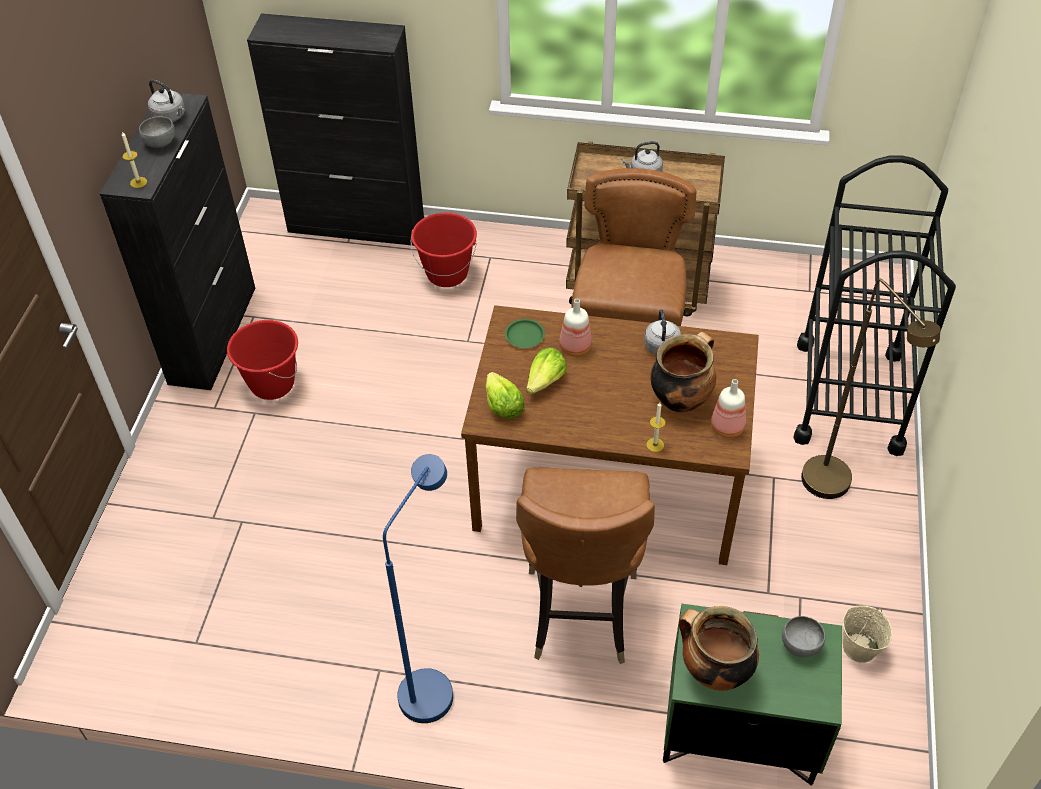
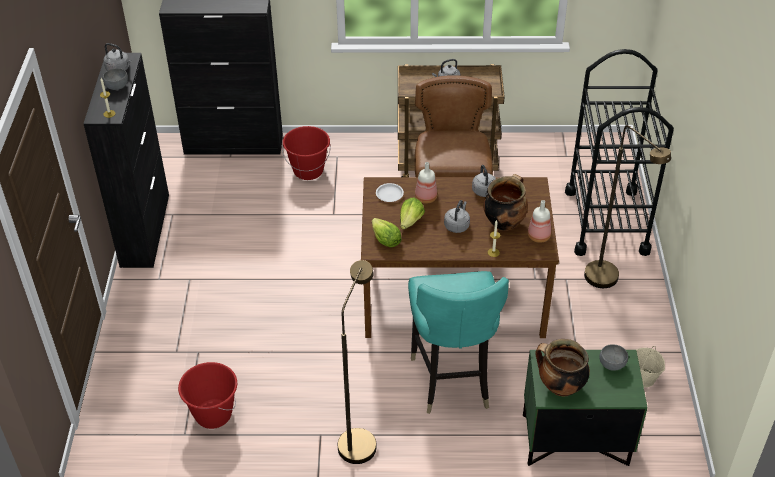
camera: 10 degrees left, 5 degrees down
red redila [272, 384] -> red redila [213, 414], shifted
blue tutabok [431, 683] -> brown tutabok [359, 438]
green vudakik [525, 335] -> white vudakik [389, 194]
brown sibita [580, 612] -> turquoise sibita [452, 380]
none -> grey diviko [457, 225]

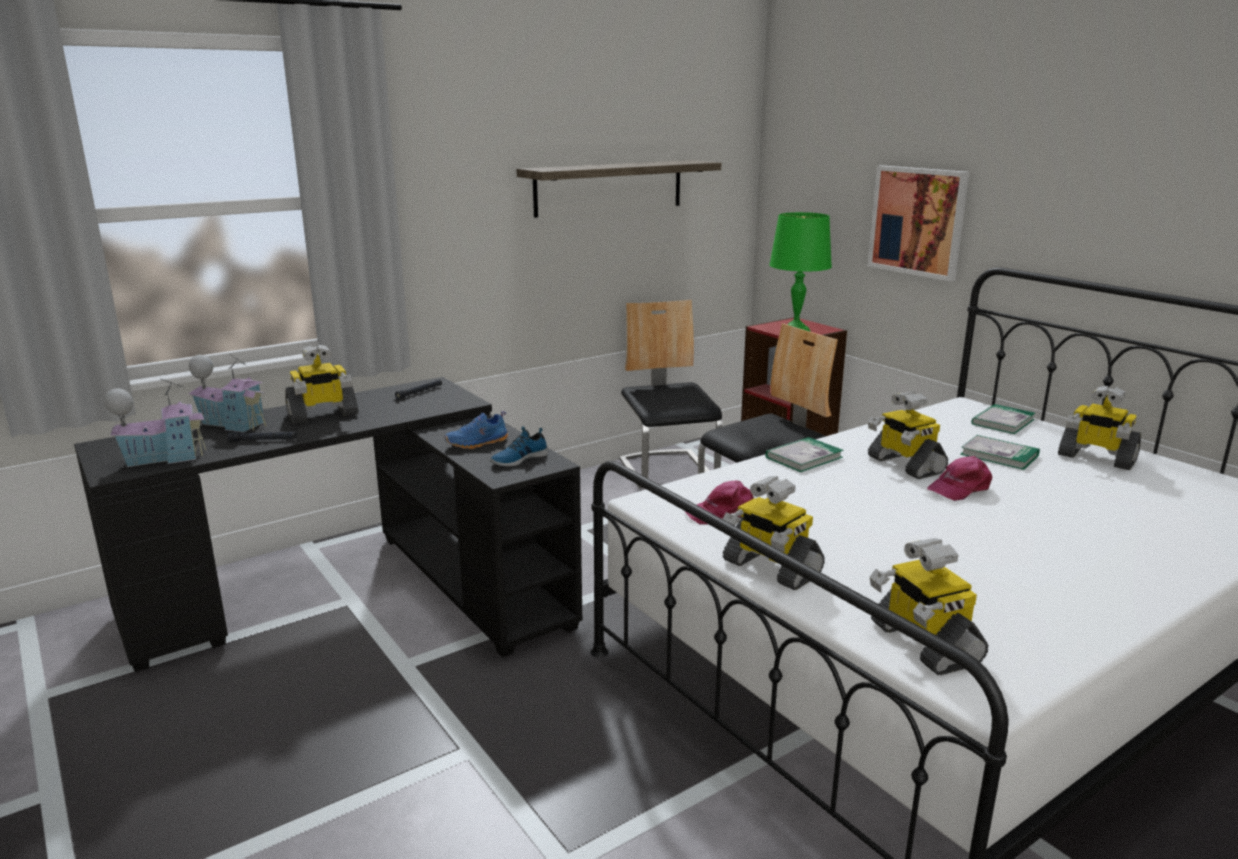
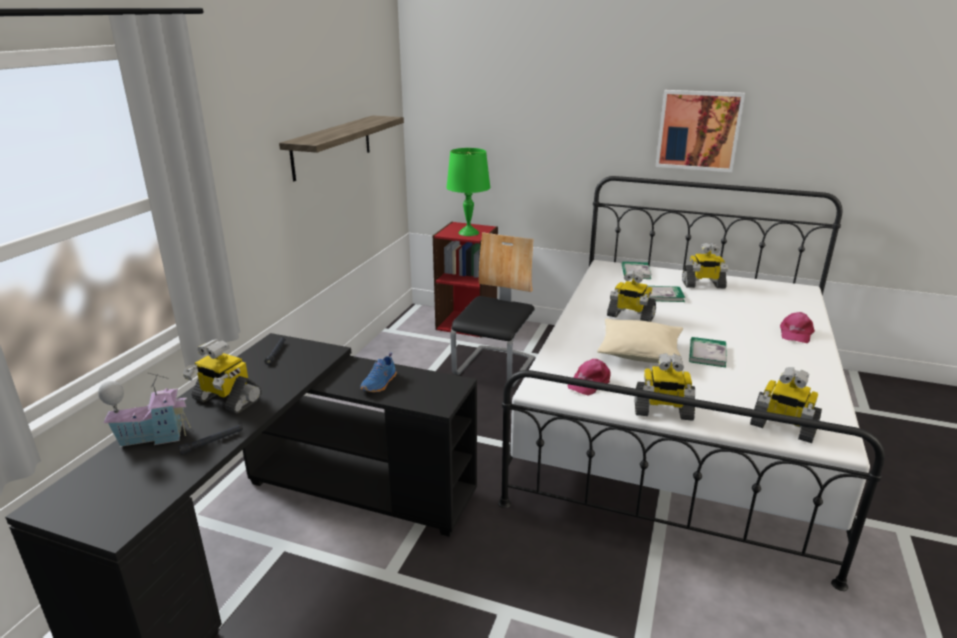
camera: 35 degrees left, 5 degrees up
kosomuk [322, 415] -> kosomuk [226, 400], 90 degrees clockwise
none -> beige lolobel [639, 352]
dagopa [917, 221] -> dagopa [698, 130], shifted
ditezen [804, 457] -> ditezen [707, 354], shifted
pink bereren [960, 488] -> pink bereren [795, 333], shifted
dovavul [164, 458] -> none
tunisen [519, 459] -> none
sibita [668, 470] -> none

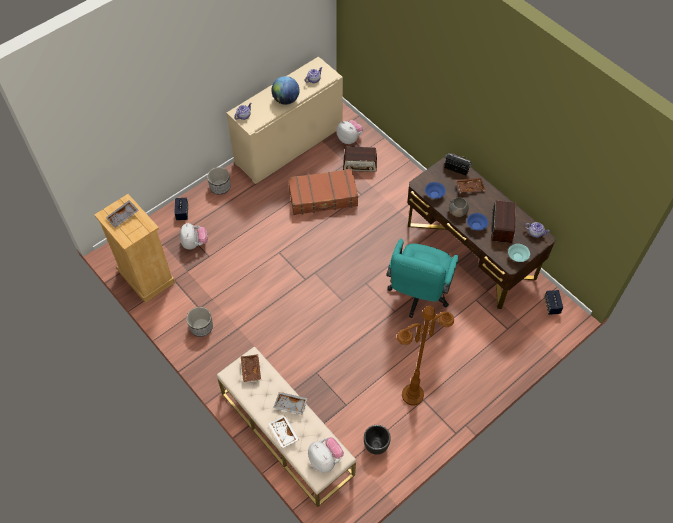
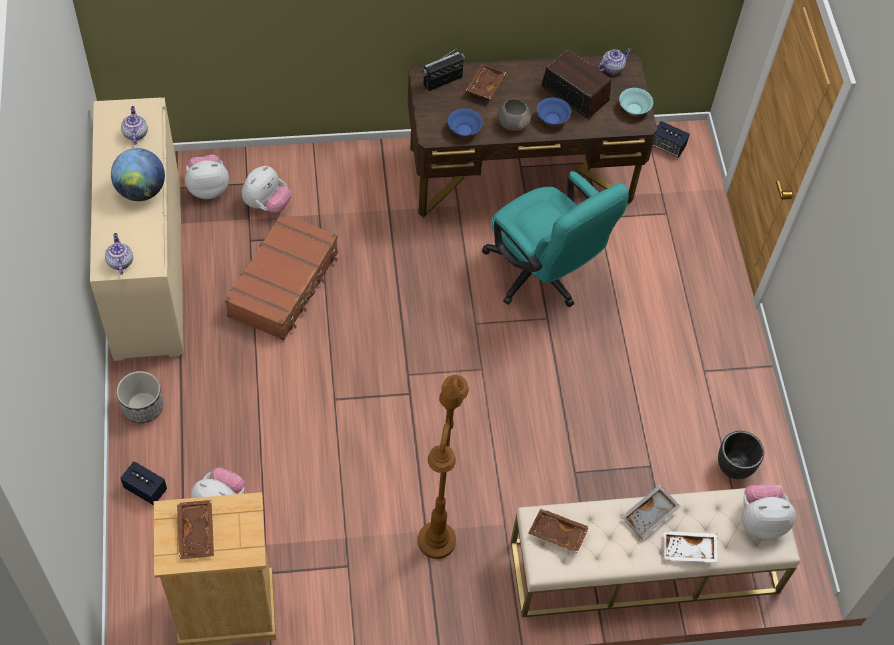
camera: 60 degrees left, 0 degrees up
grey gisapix [123, 217] -> brown gisapix [197, 532]
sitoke [360, 164] -> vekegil [267, 204]
brown tutabok [412, 395] -> brown tutabok [436, 541], shifted
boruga [201, 327] -> none

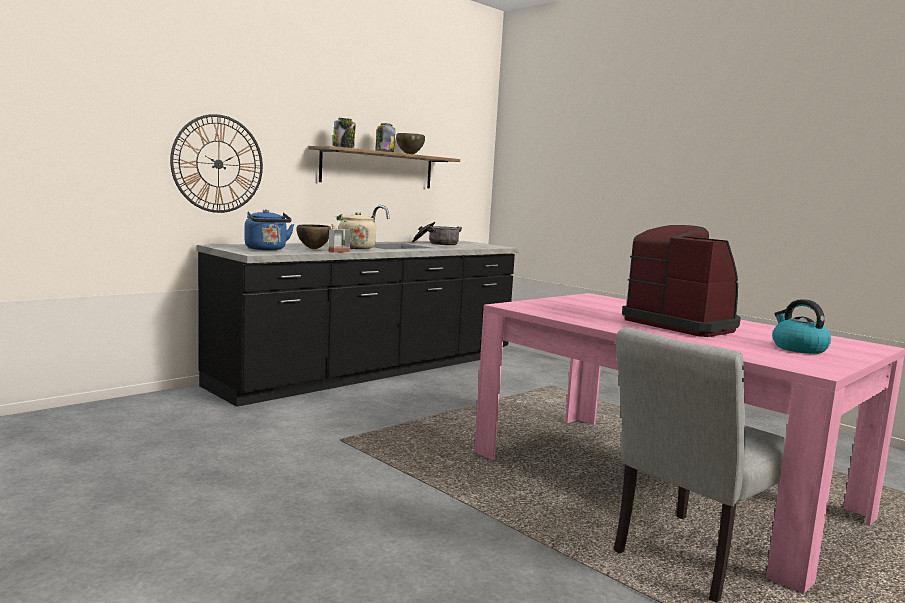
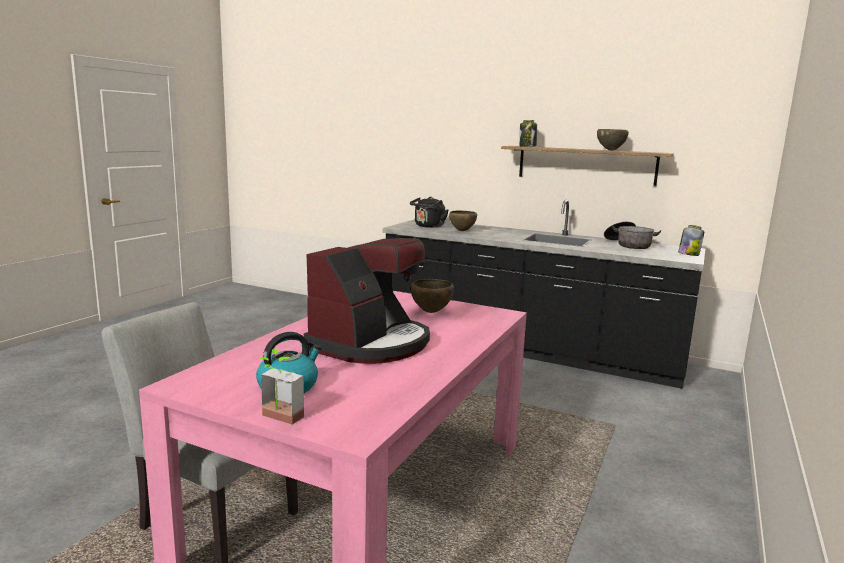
camera: 70 degrees right, 5 degrees up
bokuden [341, 252] -> bokuden [277, 419], shifted
blue diviko [267, 249] -> black diviko [428, 226]
none -> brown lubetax [431, 312]
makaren [384, 151] -> makaren [688, 254], shifted
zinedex [218, 164] -> none
beige diviko [355, 248] -> none

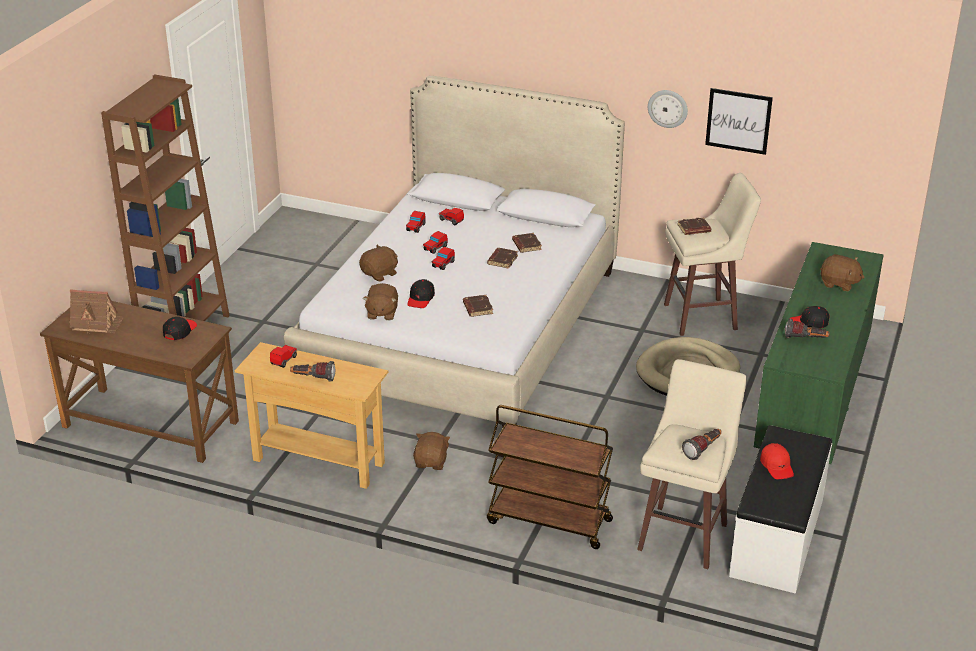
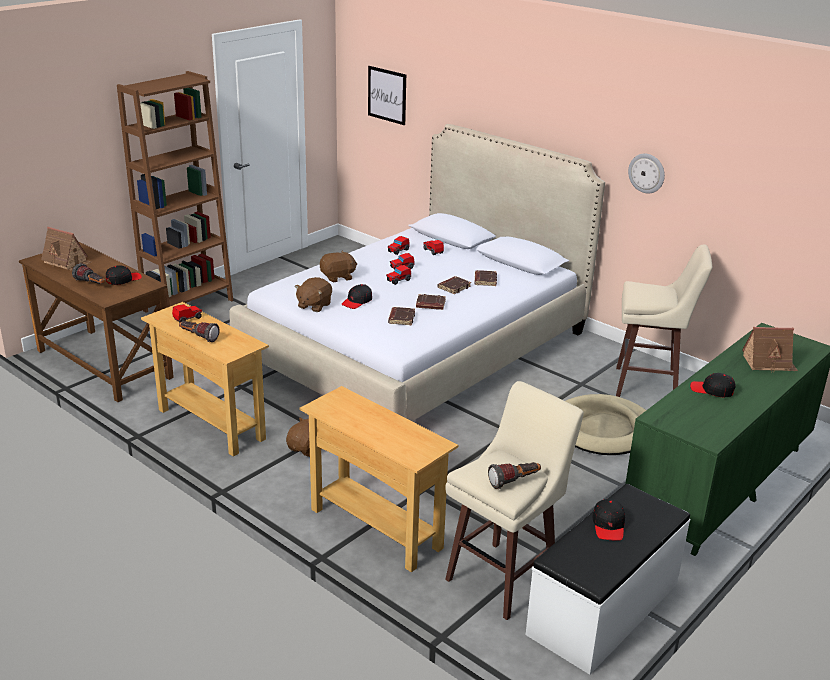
camera: 20 degrees right, 5 degrees down
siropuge [805, 339] -> siropuge [91, 284], shifted
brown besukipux [548, 521] -> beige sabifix [375, 528]
dagopa [738, 121] -> dagopa [387, 95], shifted
brown ditezen [693, 229] -> brown ditezen [430, 305], shifted
red bereren [777, 466] -> black bereren [608, 525]
brown vekegil [839, 284] -> dovavul [768, 363]

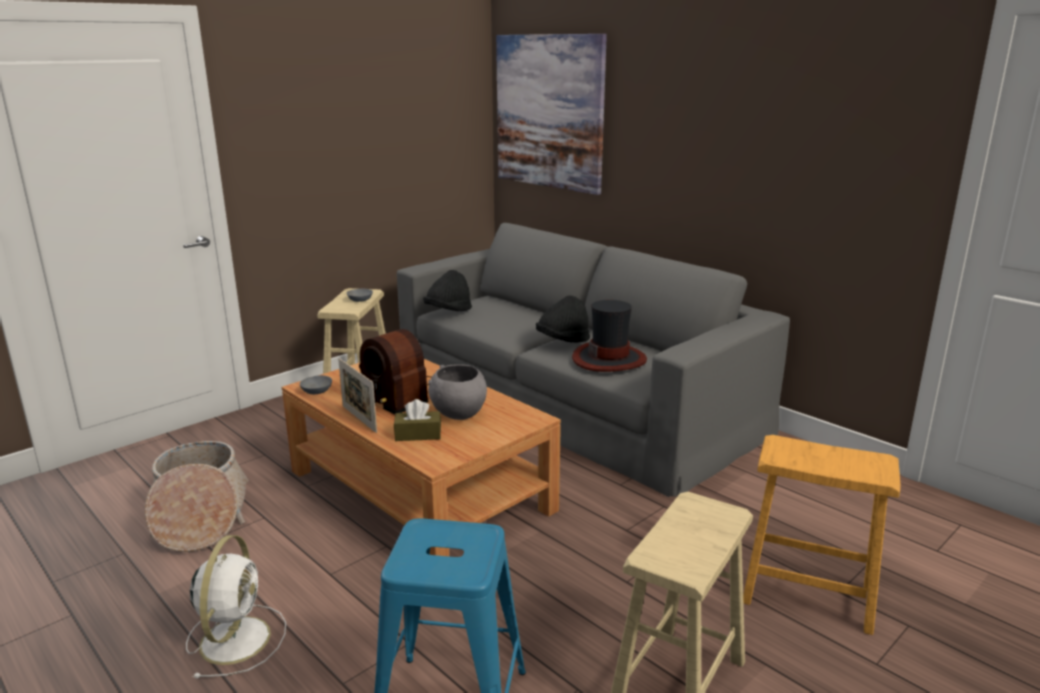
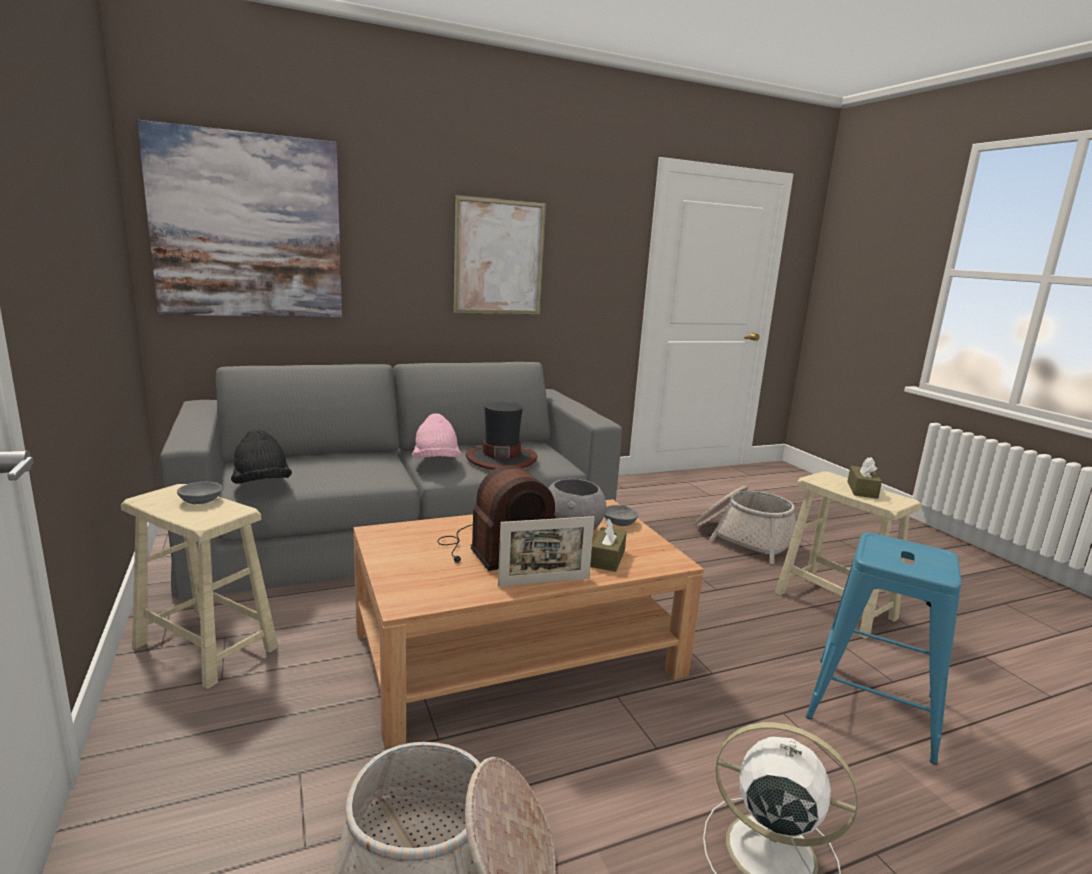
camera: 70 degrees left, 5 degrees down
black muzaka [562, 341] -> pink muzaka [436, 462]
none -> dagopa [499, 257]
grey lubetax [316, 390] -> grey lubetax [618, 522], shifted
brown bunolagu [808, 593] -> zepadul [744, 538]
none -> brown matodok [862, 490]

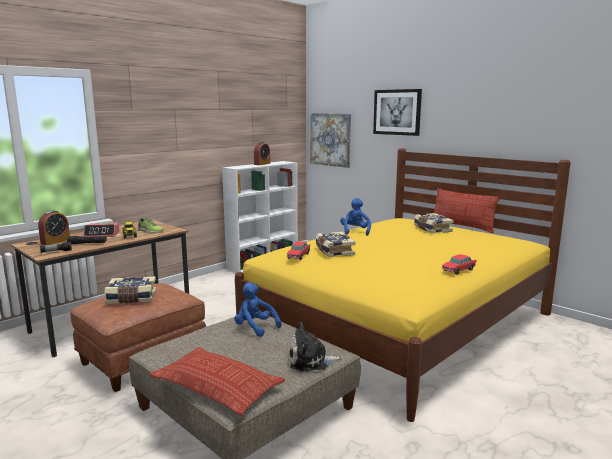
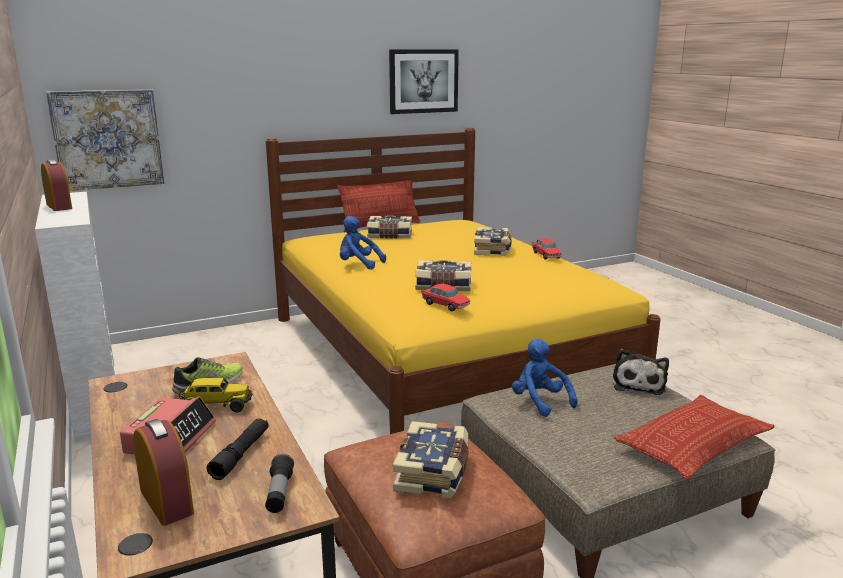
camera: 70 degrees left, 5 degrees up
dagopa [397, 112] -> dagopa [423, 81], shifted
none -> ditezen [493, 250]
blue vekegil [255, 327] -> blue vekegil [540, 401], 90 degrees clockwise

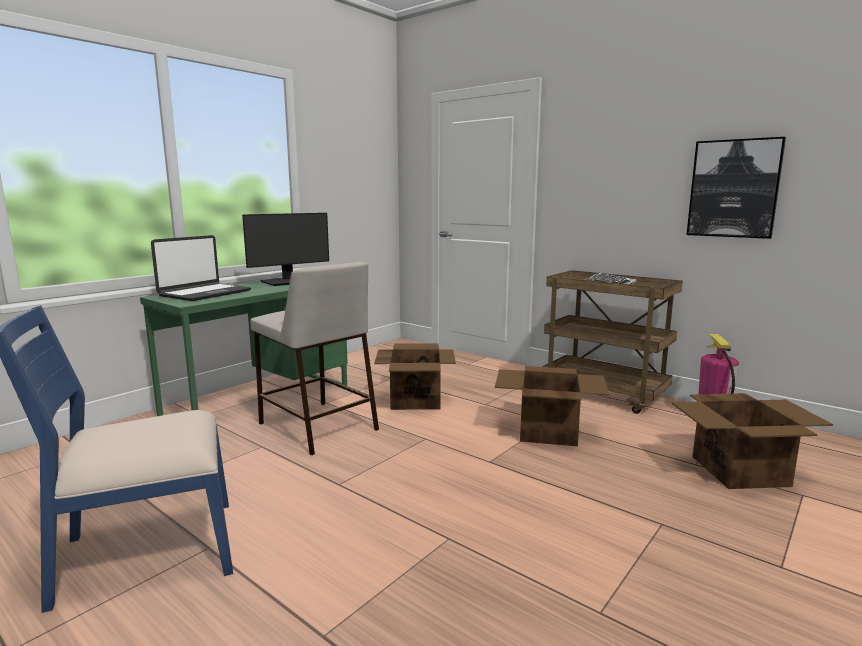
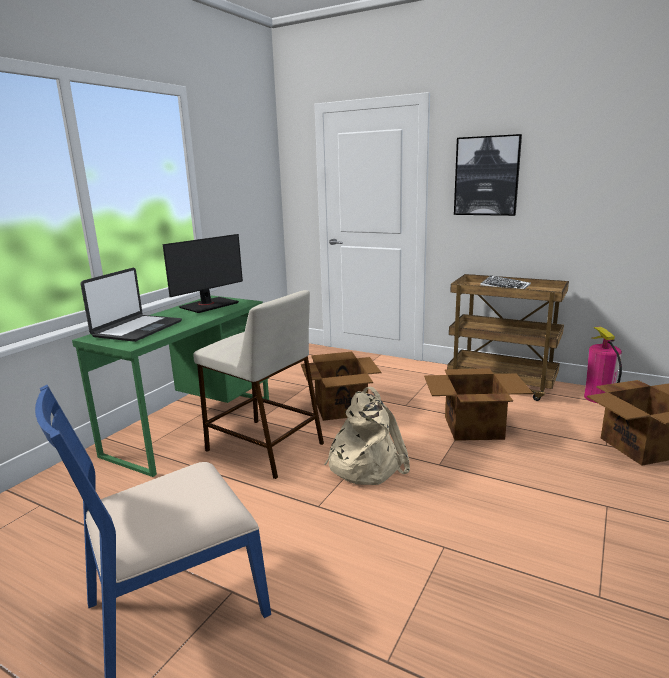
camera: 10 degrees left, 5 degrees up
none -> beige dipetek [364, 464]
dagopa [734, 189] -> dagopa [486, 176], shifted

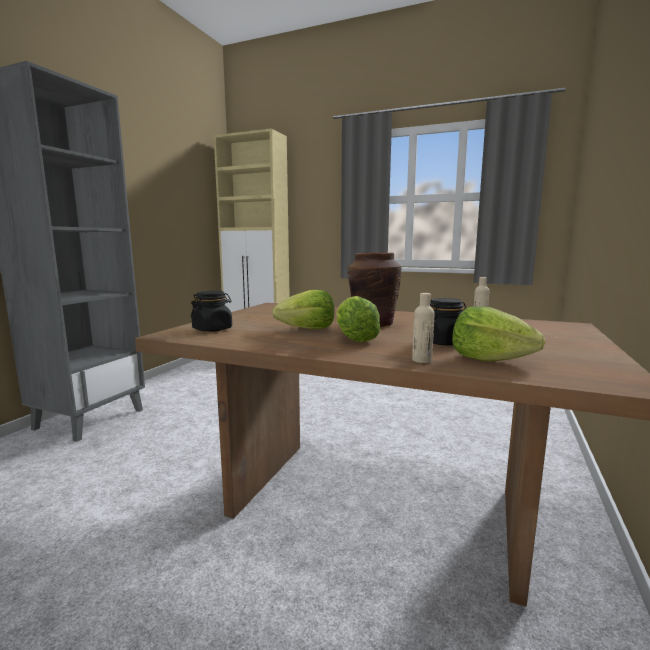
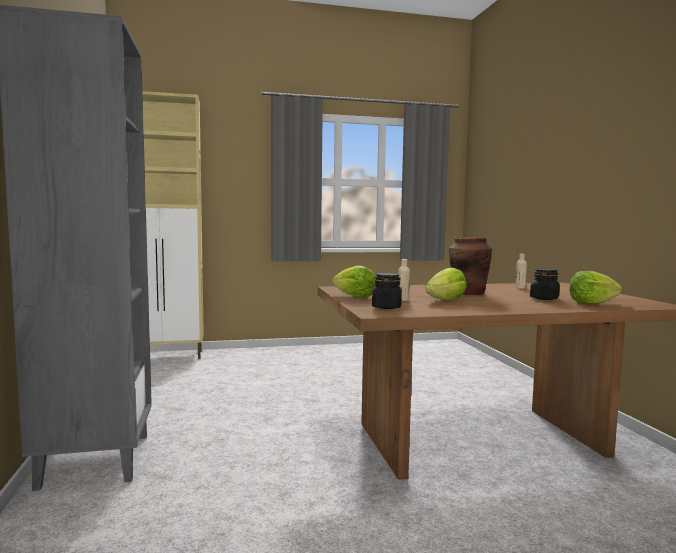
camera: 35 degrees left, 5 degrees down
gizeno [354, 338] -> gizeno [354, 296], shifted
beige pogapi [421, 360] -> beige pogapi [403, 300], shifted

